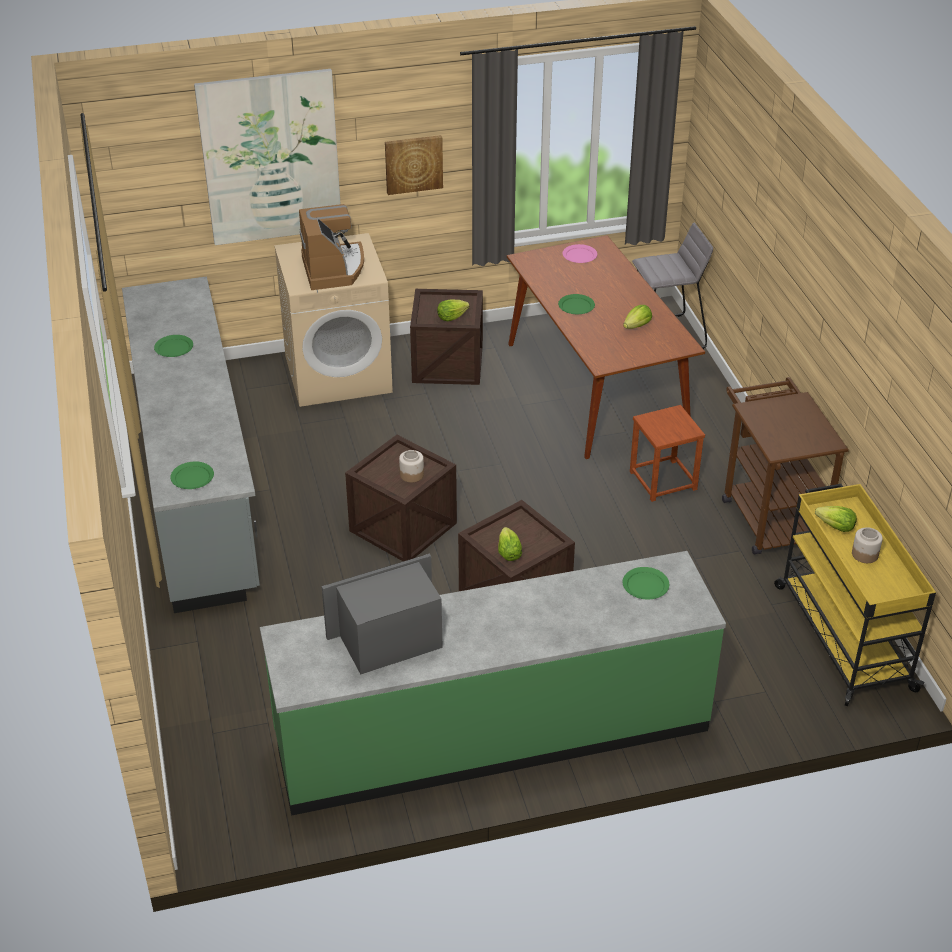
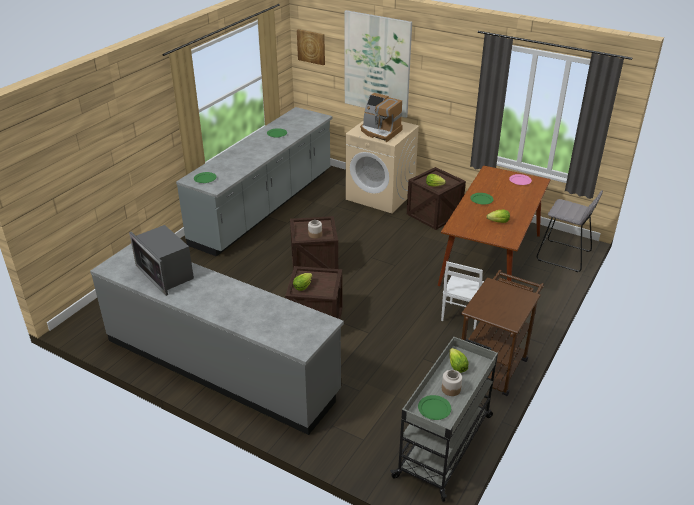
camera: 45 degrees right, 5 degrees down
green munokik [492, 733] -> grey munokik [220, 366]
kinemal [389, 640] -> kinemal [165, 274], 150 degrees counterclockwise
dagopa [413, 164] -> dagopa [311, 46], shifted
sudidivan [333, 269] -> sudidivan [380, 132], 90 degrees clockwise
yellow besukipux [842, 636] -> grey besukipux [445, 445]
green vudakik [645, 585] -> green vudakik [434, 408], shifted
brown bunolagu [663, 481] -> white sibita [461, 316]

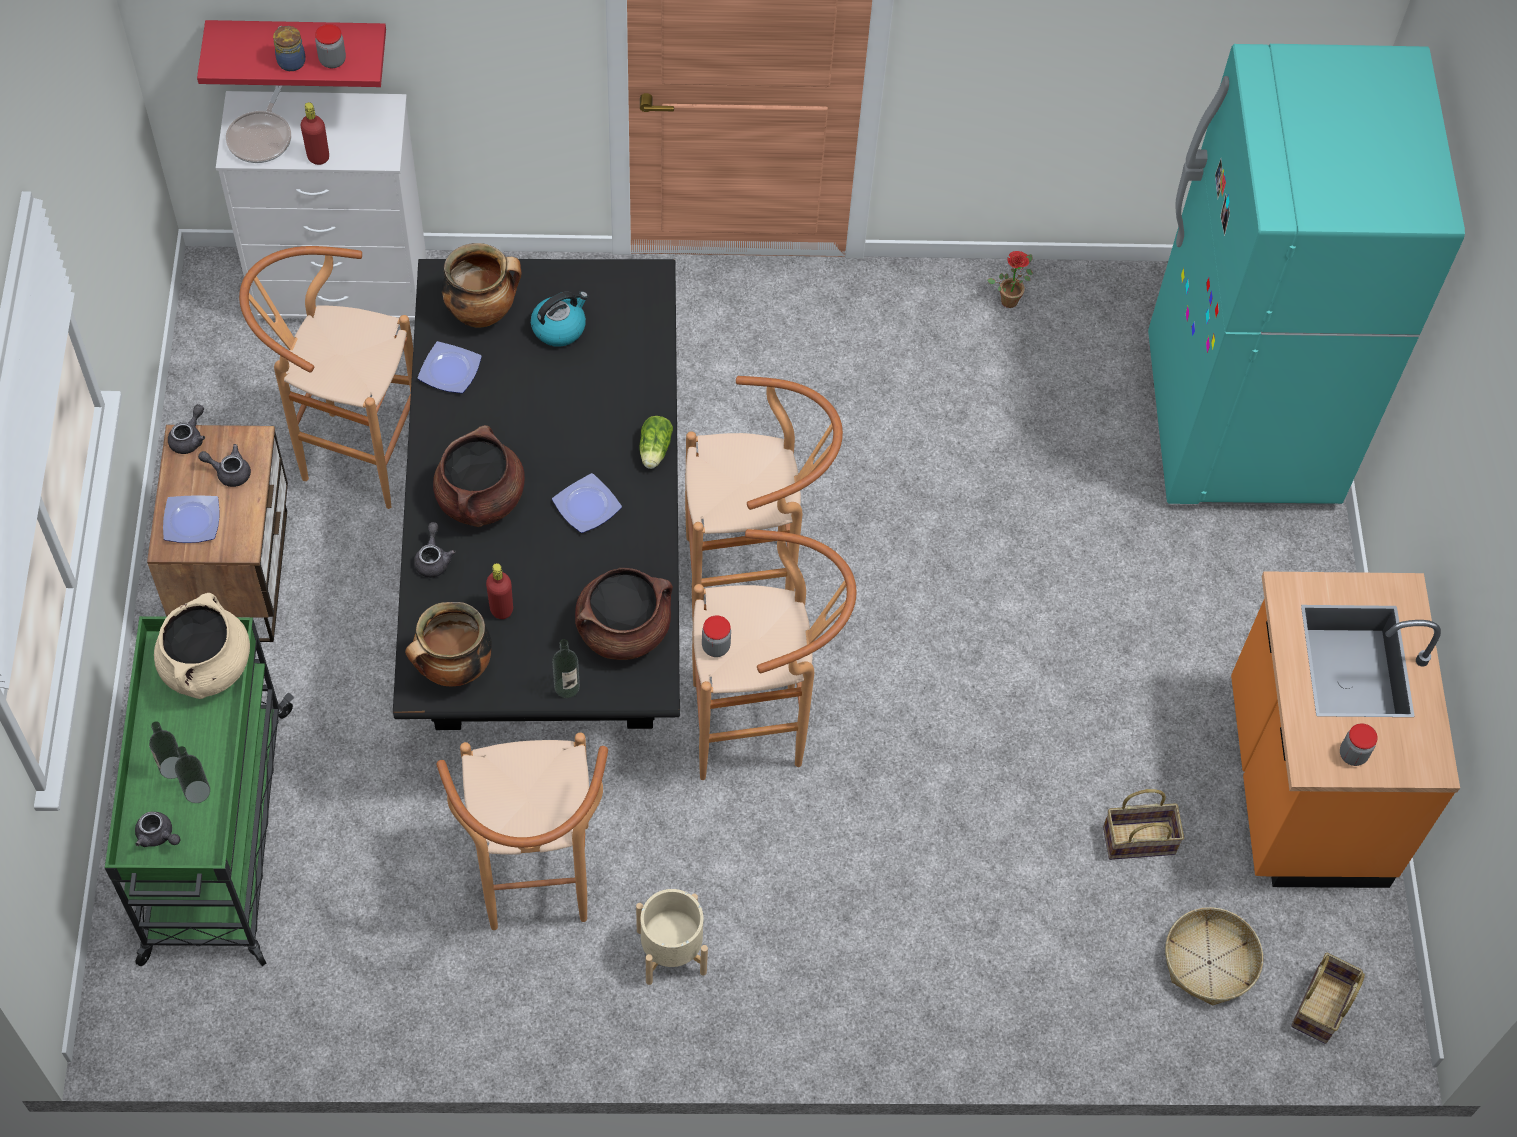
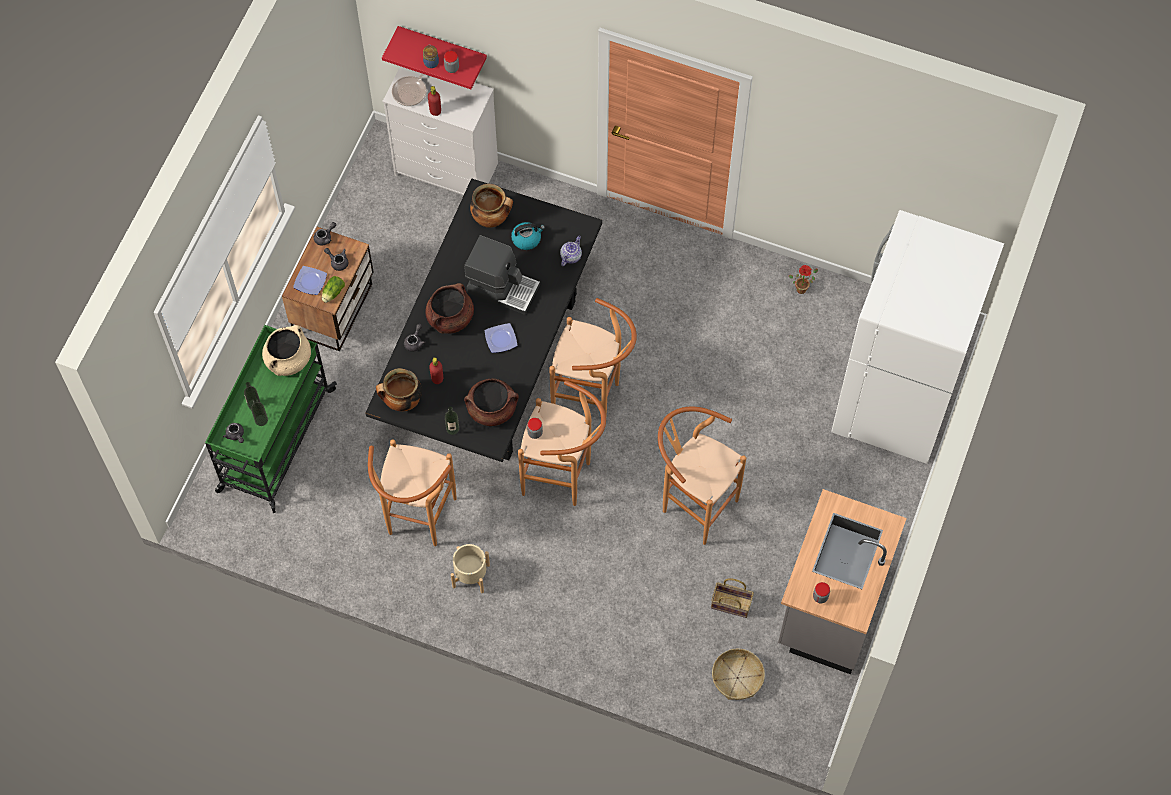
camera: 25 degrees right, 5 degrees up
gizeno [654, 451] -> gizeno [332, 293], shifted
none -> sudidivan [503, 287]
none -> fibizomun [571, 256]
brown bunolagu [349, 453] -> brown bunolagu [693, 503], shifted
orange munokik [1301, 786] -> grey munokik [830, 606]
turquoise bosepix [1240, 423] -> white bosepix [896, 400]
vudakik [450, 372] -> none
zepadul [1321, 1008] -> none

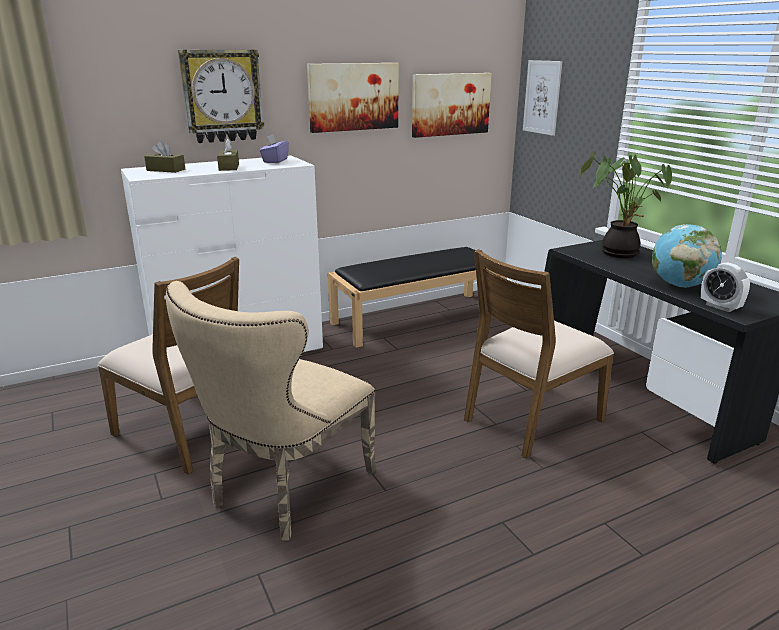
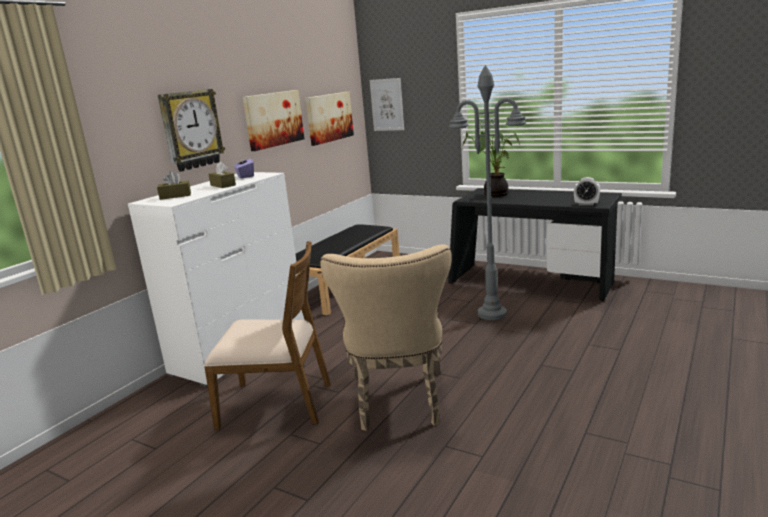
camera: 30 degrees left, 5 degrees down
brown sibita [531, 419] -> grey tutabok [491, 314]
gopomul [680, 285] -> none

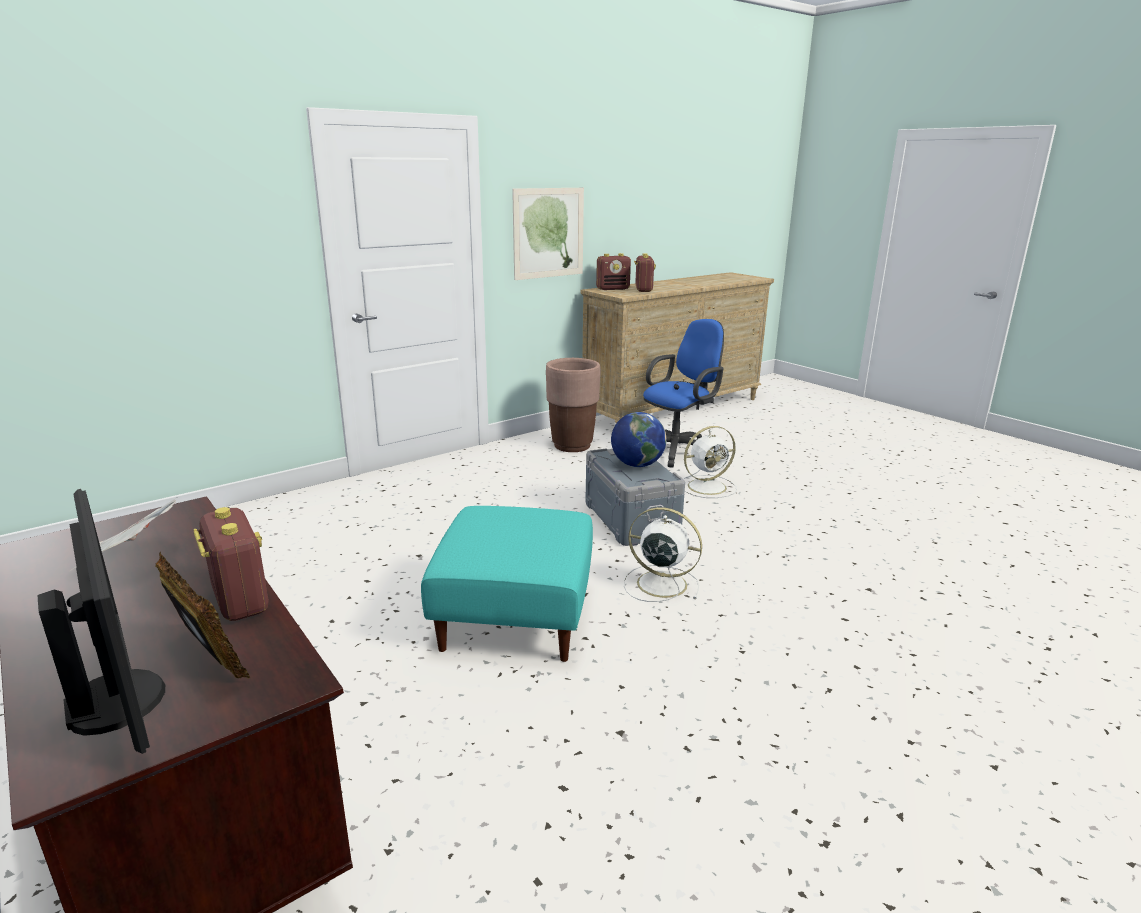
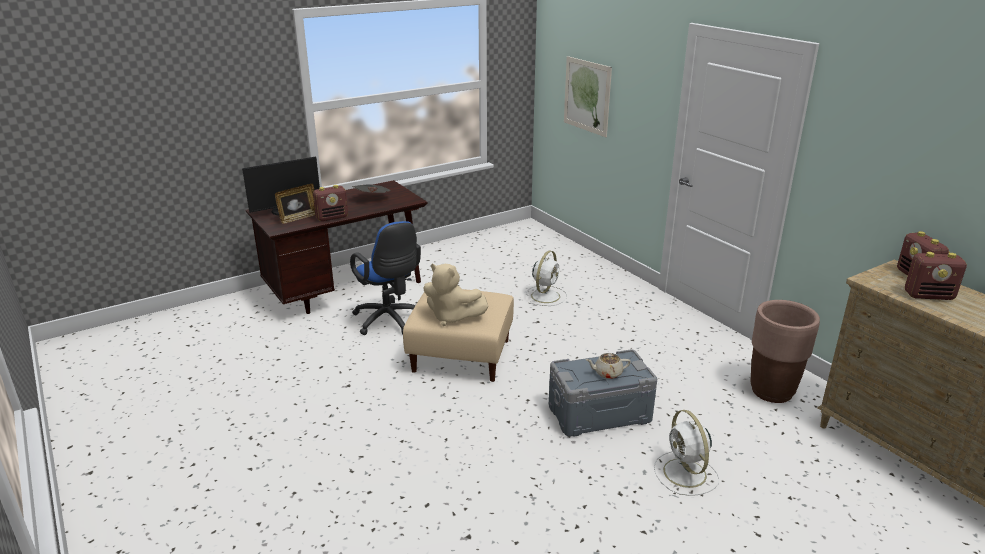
camera: 95 degrees right, 5 degrees up
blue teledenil [678, 451] -> blue teledenil [389, 321], shifted
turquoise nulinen [516, 616] -> beige nulinen [461, 356]
none -> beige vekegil [452, 317]
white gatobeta [659, 583] -> white gatobeta [546, 295], shifted
dagopa [548, 233] -> dagopa [587, 96], shifted
gopomul [637, 465] -> beige fibizomun [607, 373]

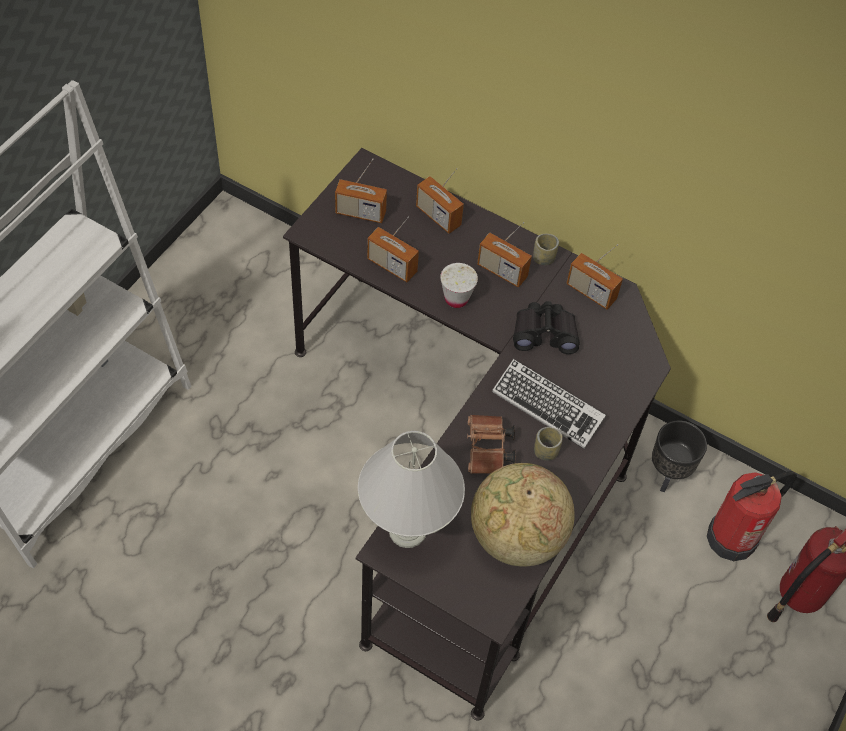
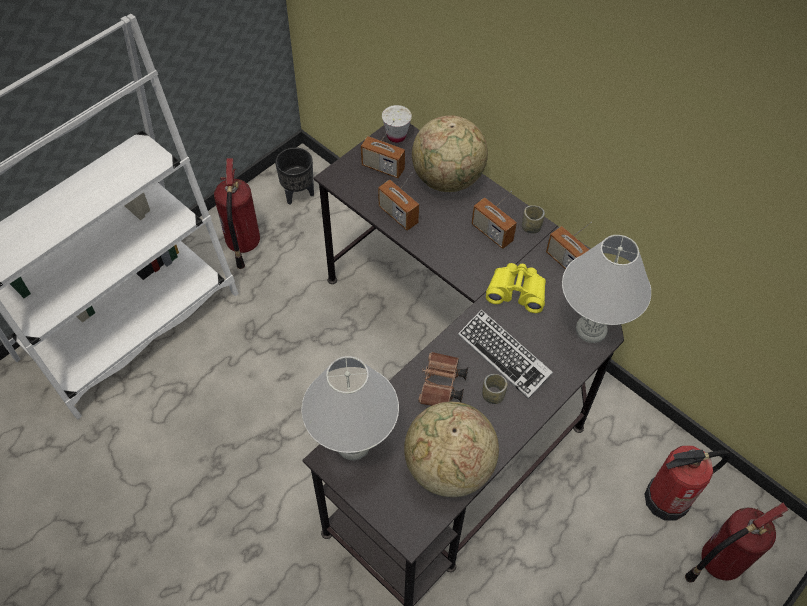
camera: 15 degrees right, 0 degrees up
none -> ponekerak [242, 244]
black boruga [668, 474] -> black boruga [298, 194], shifted
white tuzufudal [456, 299] -> white tuzufudal [396, 136], shifted
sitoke [438, 216] -> gopomul [448, 179]
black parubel [544, 333] -> yellow parubel [516, 291]
none -> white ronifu [591, 330]

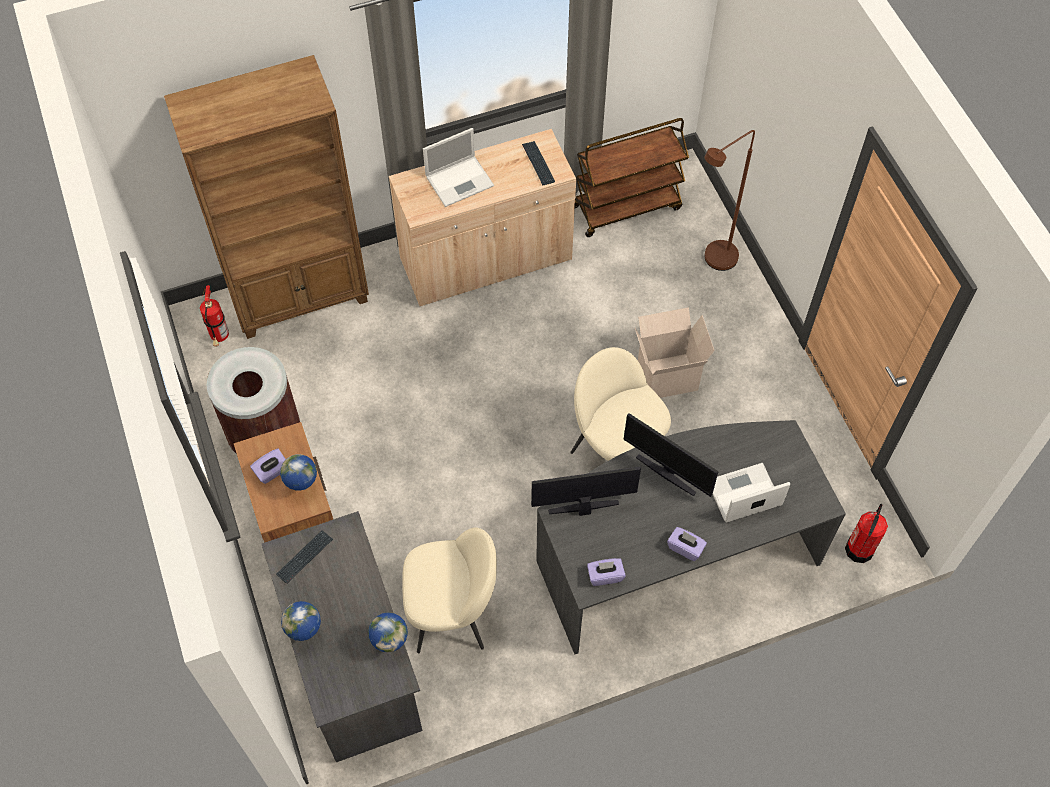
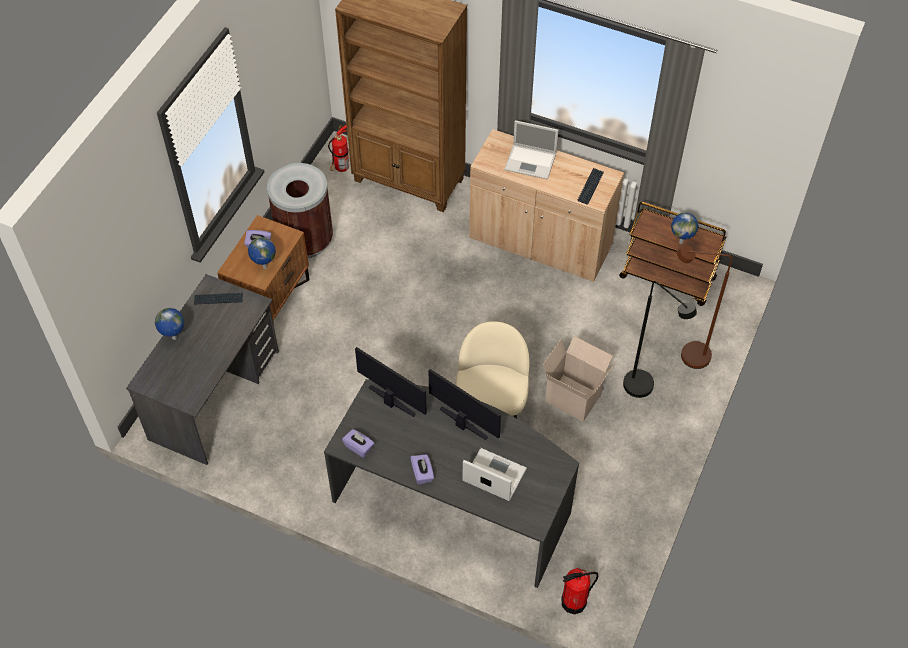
camera: 45 degrees right, 5 degrees down
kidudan [667, 473] -> kidudan [462, 424], 135 degrees clockwise
none -> black tutabok [644, 390]
gopomul [391, 644] -> gopomul [681, 241], shifted
beige sibita [452, 612] -> none

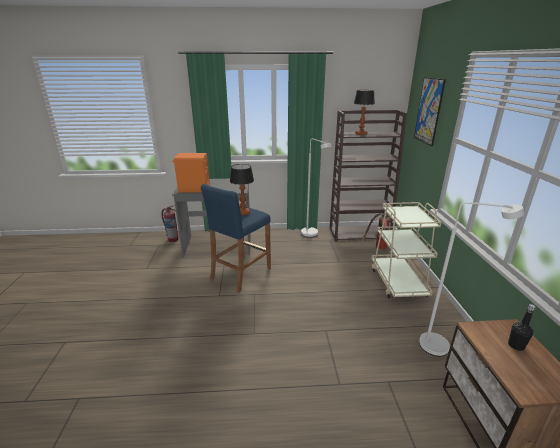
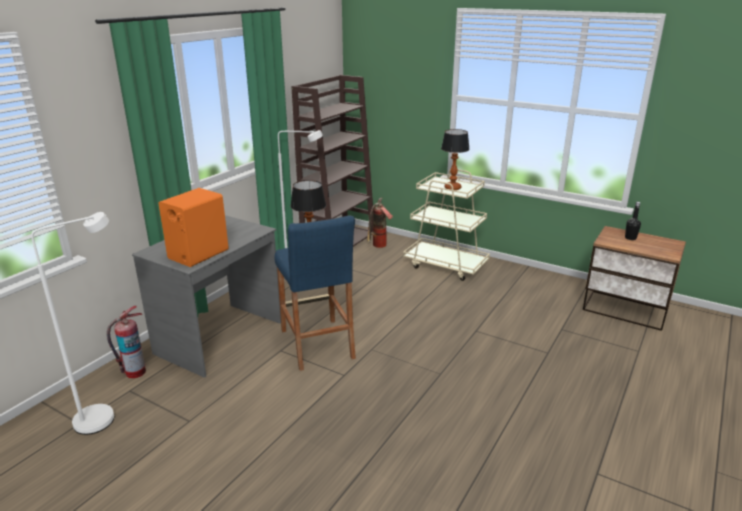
camera: 55 degrees left, 0 degrees up
white tutabok [442, 347] -> white tutabok [105, 416], shifted
ronifu [360, 134] -> ronifu [452, 188], shifted
dagopa [428, 111] -> none

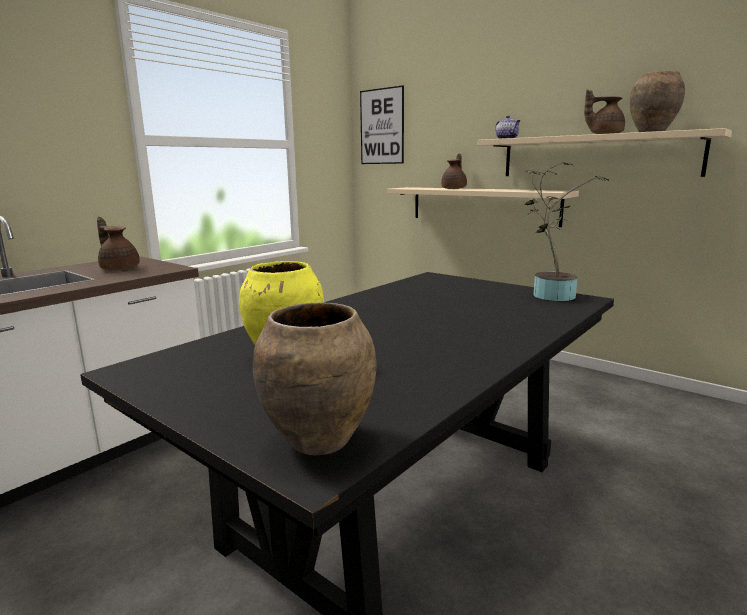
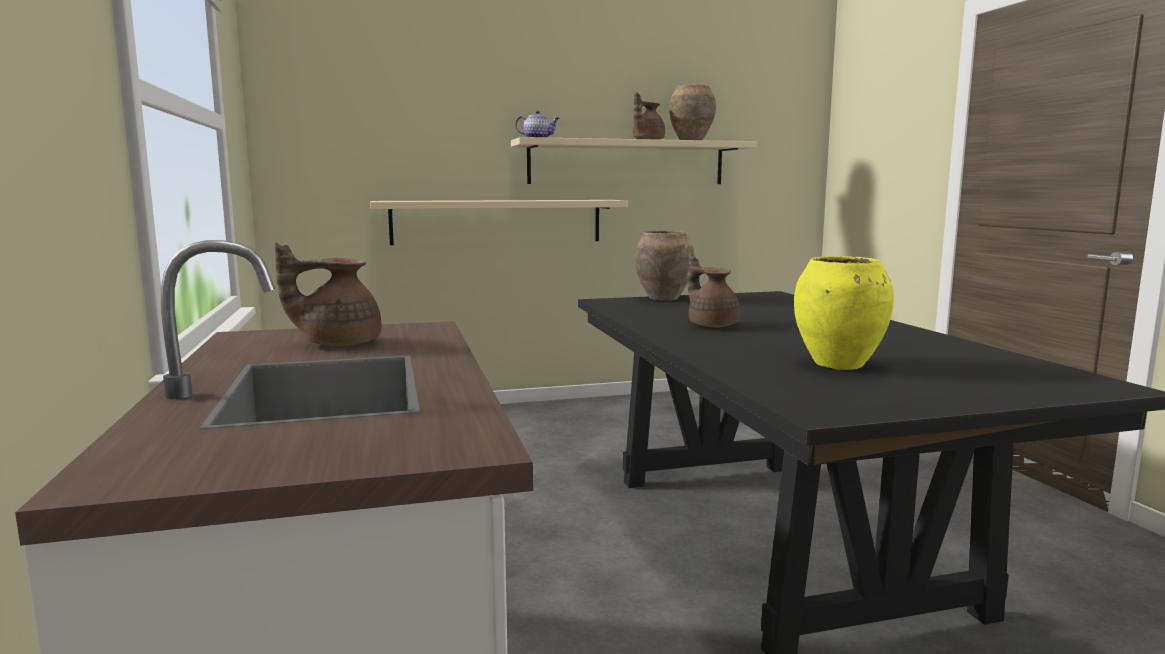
camera: 55 degrees left, 5 degrees down
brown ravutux [320, 441] -> brown ravutux [664, 298], shifted
brown fibizomun [454, 188] -> brown fibizomun [712, 325], shifted
dagopa [382, 126] -> none
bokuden [550, 294] -> none

